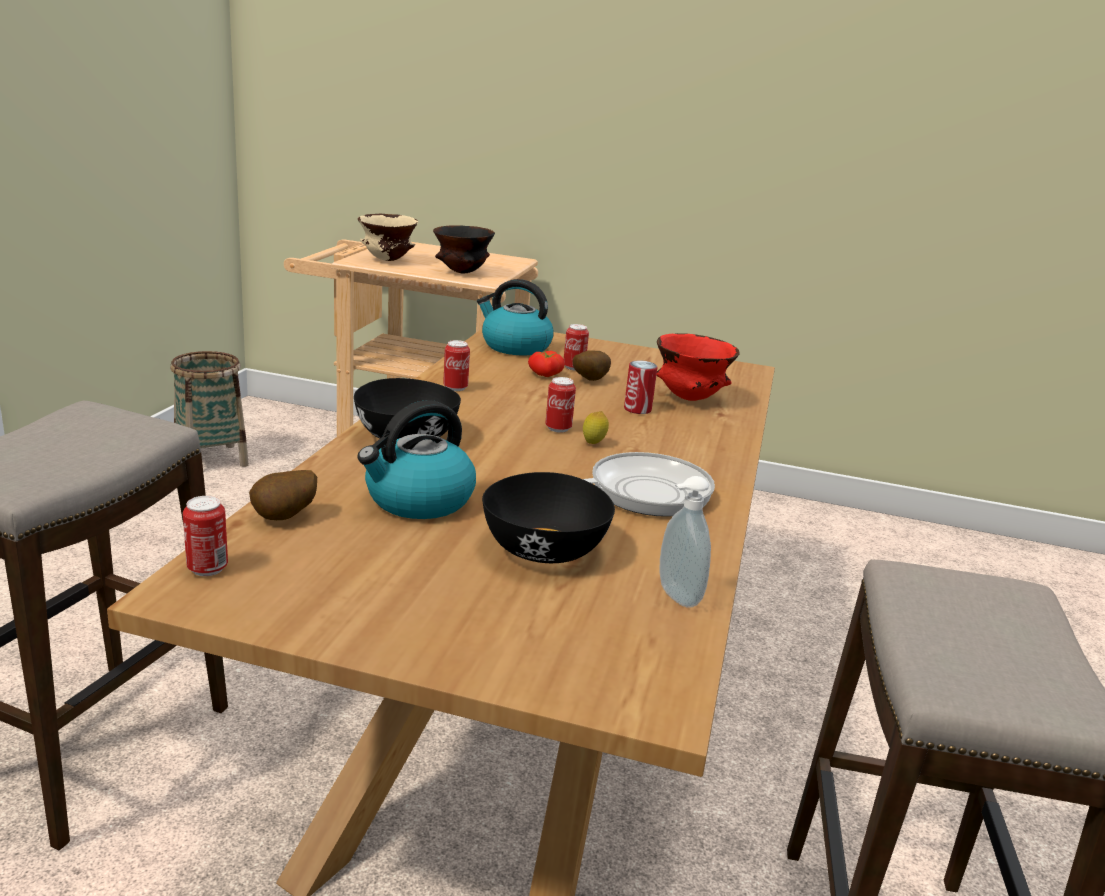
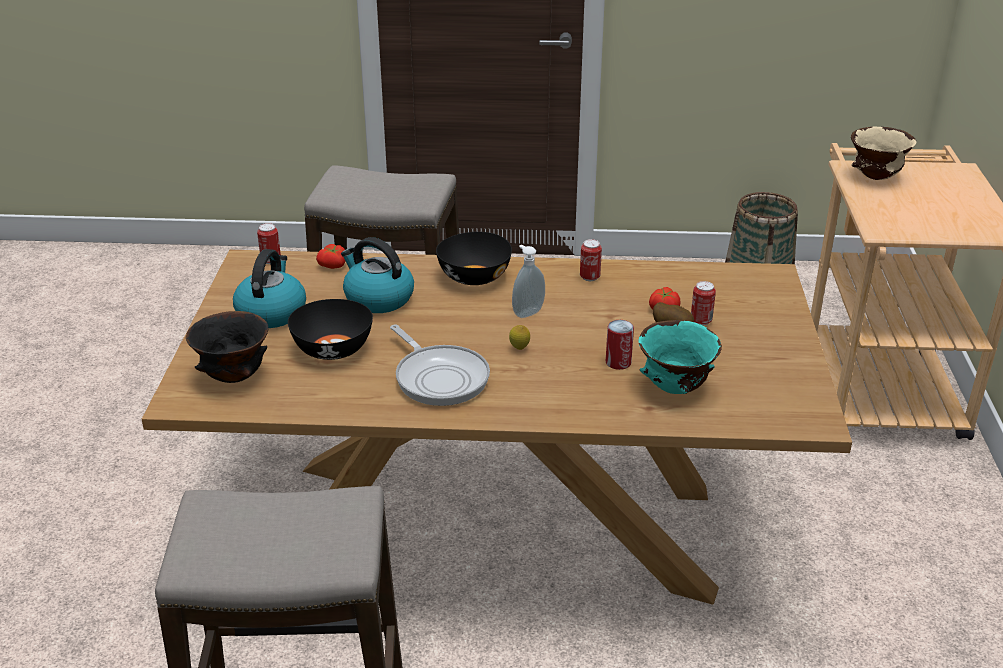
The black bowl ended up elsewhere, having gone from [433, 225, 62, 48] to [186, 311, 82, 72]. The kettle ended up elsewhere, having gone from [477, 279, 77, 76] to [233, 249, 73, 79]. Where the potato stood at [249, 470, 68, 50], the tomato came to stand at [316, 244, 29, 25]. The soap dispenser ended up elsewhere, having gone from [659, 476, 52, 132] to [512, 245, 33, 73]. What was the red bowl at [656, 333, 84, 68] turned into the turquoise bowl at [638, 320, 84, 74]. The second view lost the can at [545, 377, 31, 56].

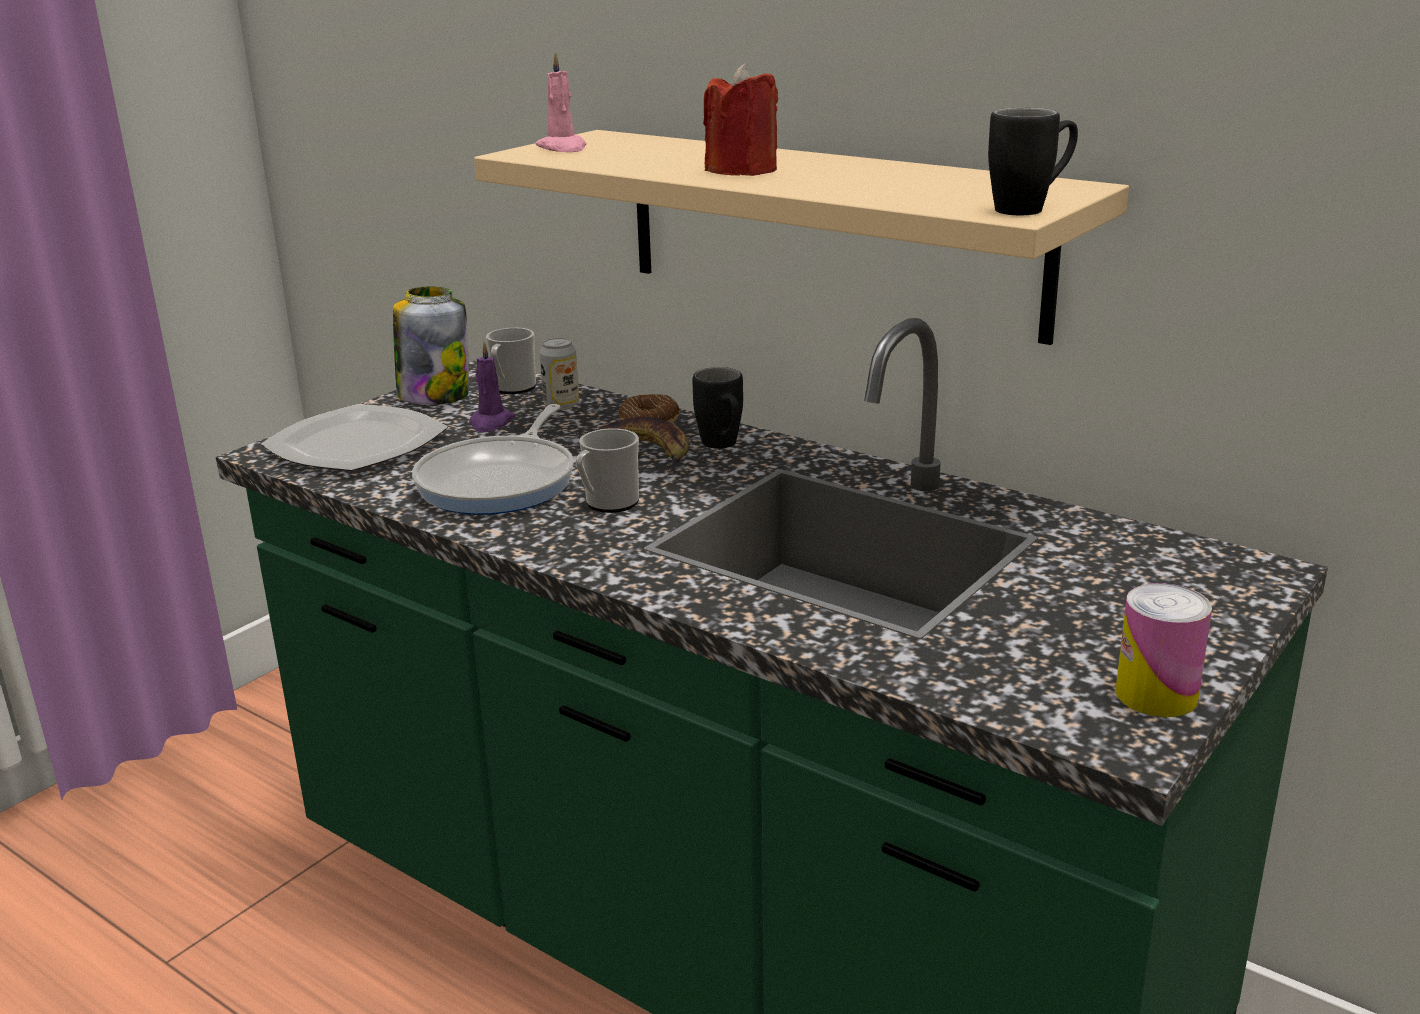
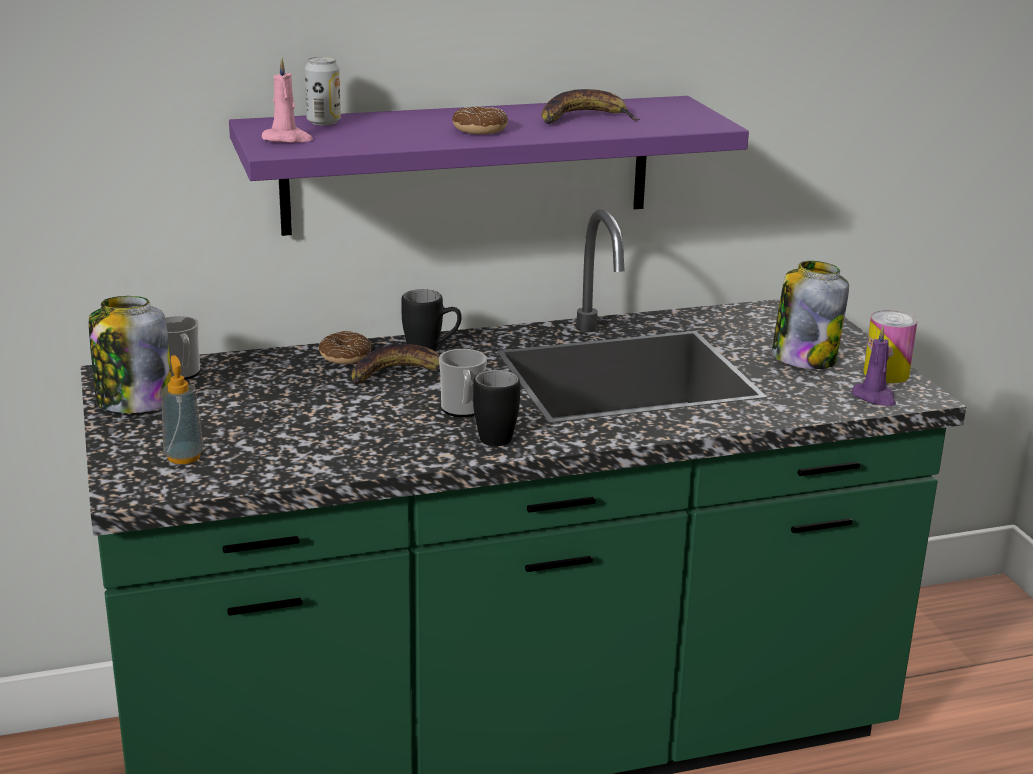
Where the plate stood at [261, 404, 187, 67], the soap dispenser came to stand at [161, 355, 43, 109]. What was the beige shelf at [474, 130, 655, 215] turned into the purple shelf at [229, 96, 520, 140]. The can ended up elsewhere, having gone from [539, 338, 40, 72] to [305, 56, 36, 69]. Where the red candle stood at [703, 63, 75, 113], the donut came to stand at [452, 107, 56, 27]. The black mug ended up elsewhere, having gone from [988, 107, 90, 108] to [473, 370, 47, 76]. The second view gained the banana at [541, 89, 99, 35]. The second view gained the jar at [772, 261, 77, 108]. The purple candle ended up elsewhere, having gone from [469, 342, 46, 90] to [852, 326, 44, 80]. The second view lost the frying pan at [412, 404, 162, 111].

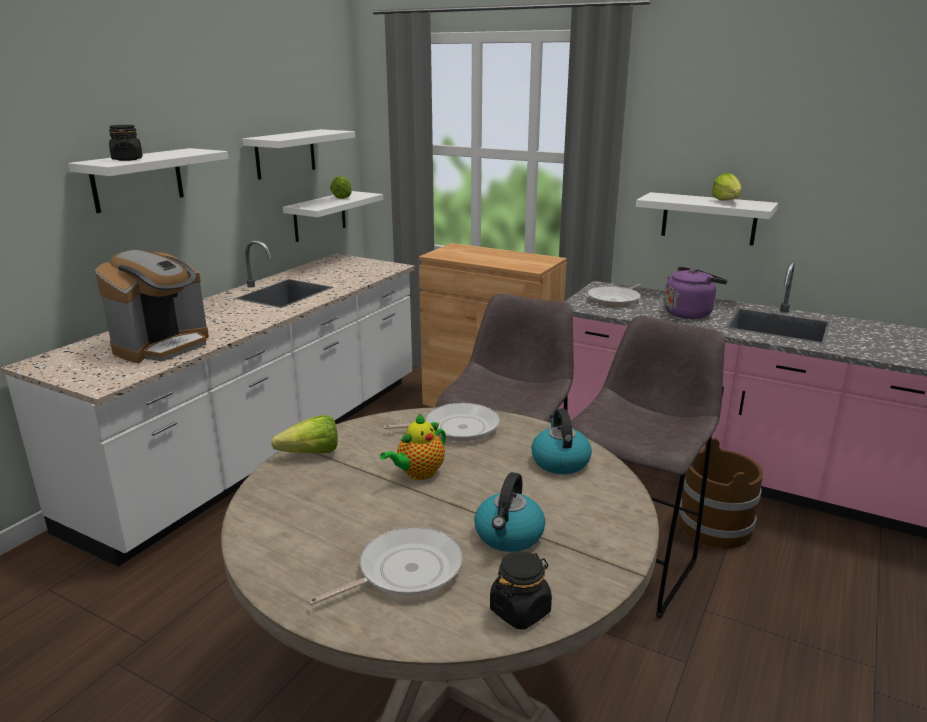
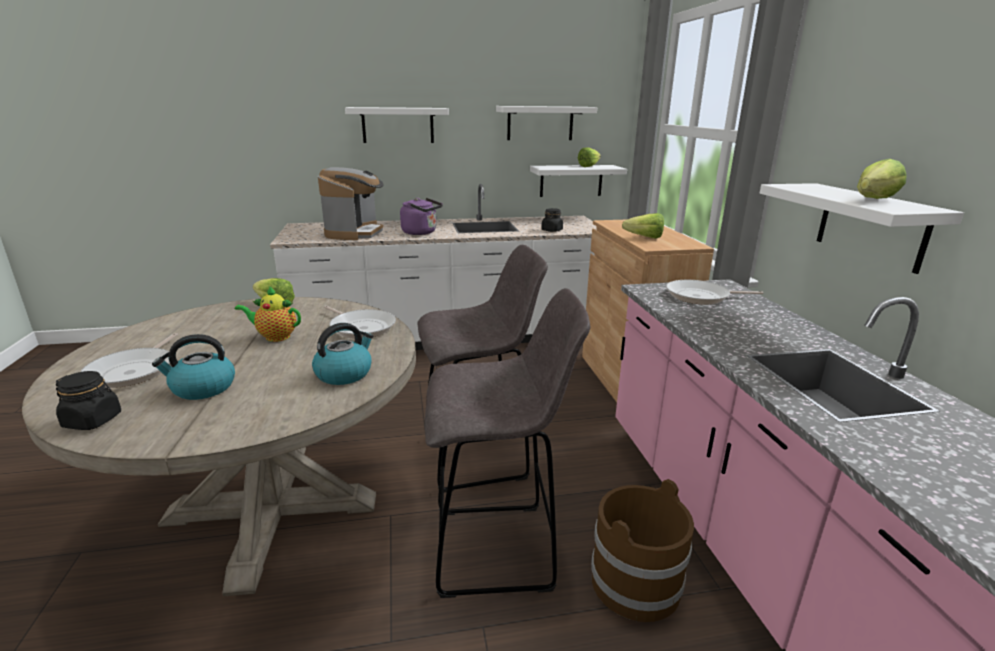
The frying pan at [308, 527, 155, 79] ended up facing another way, 75 degrees clockwise from before. The coffee machine at [95, 250, 114, 113] ended up facing another way, 75 degrees counterclockwise from before. The purple kettle ended up elsewhere, having gone from [664, 267, 64, 52] to [400, 198, 43, 37]. The black jar ended up elsewhere, having gone from [109, 125, 34, 36] to [541, 208, 22, 24]. The second view gained the lettuce at [622, 213, 42, 26].

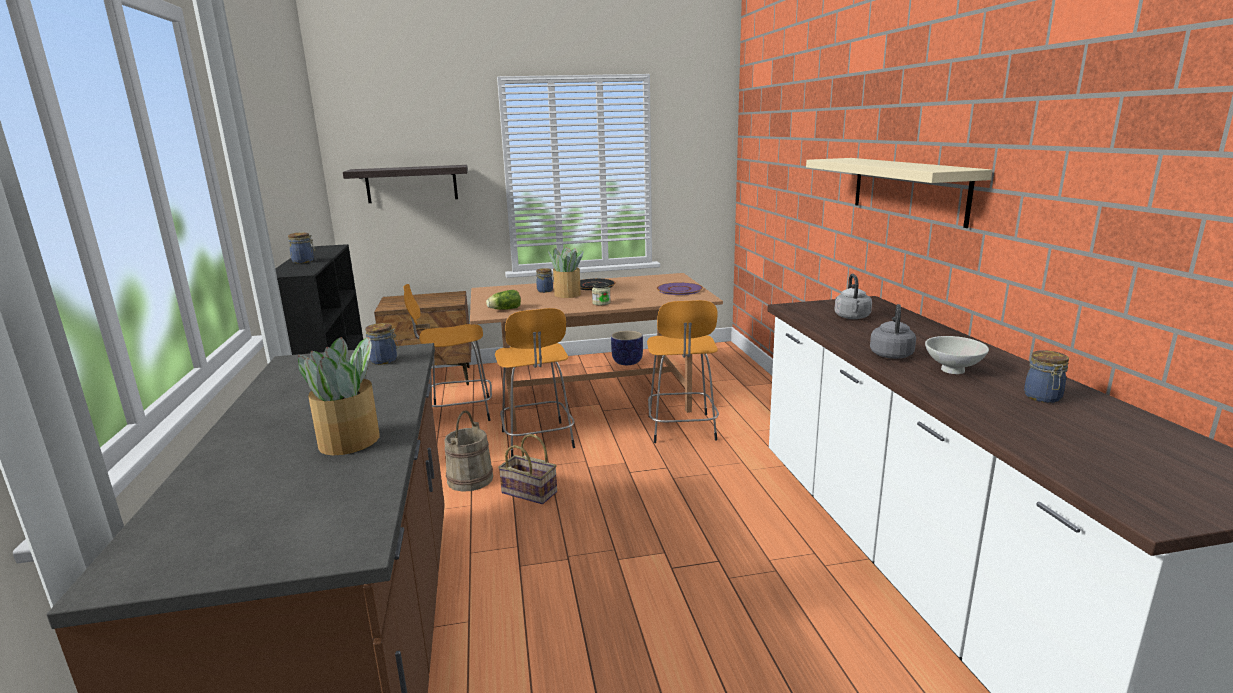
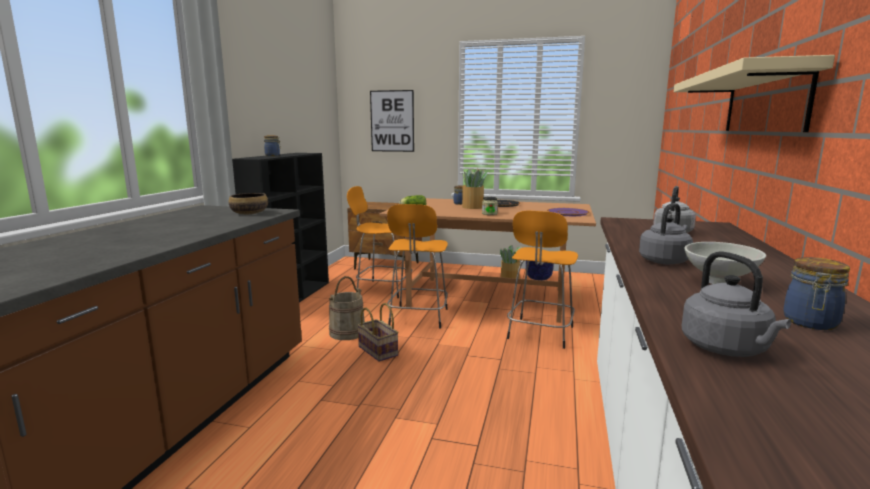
Where the jar stood at [365, 323, 34, 42], the bowl came to stand at [229, 193, 39, 21]. Where the shelf hung at [343, 165, 125, 38], the picture came to hang at [370, 90, 44, 62]. The potted plant ended up elsewhere, having gone from [298, 337, 81, 118] to [500, 245, 22, 34]. The second view gained the grey kettle at [682, 251, 109, 106].

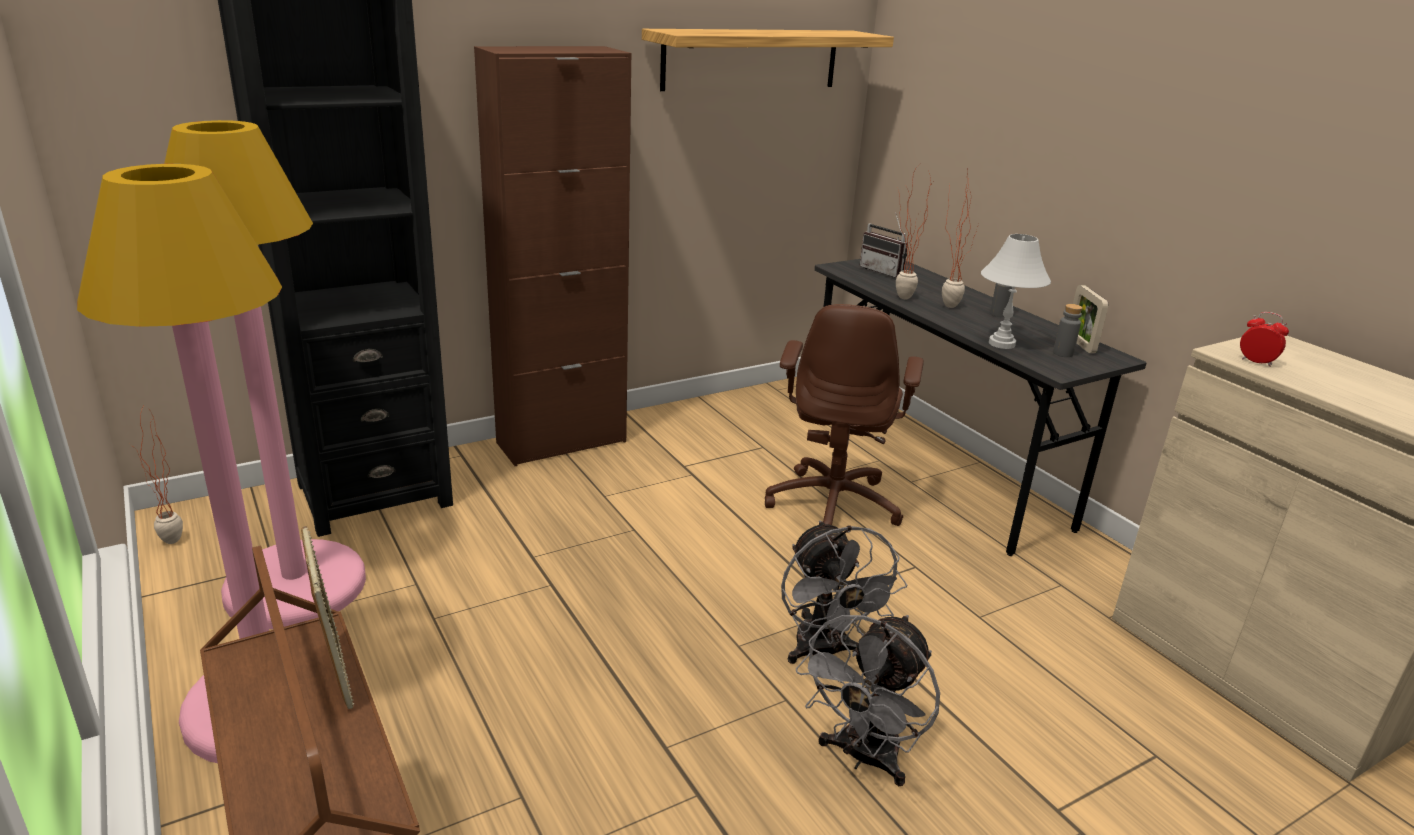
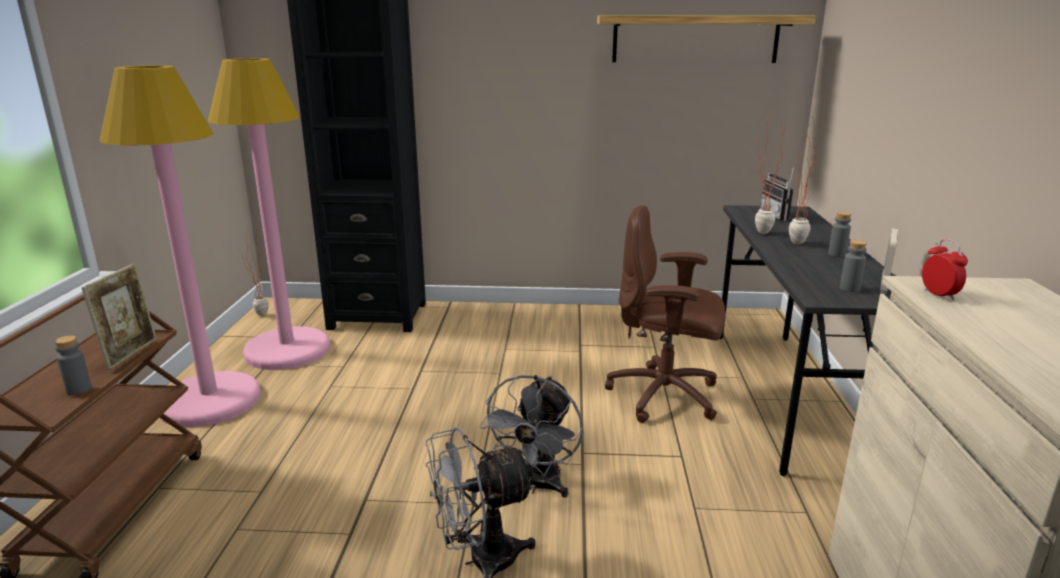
The second view gained the grey bottle at [55, 335, 37, 60]. The brown office chair at [765, 304, 159, 222] ended up facing another way, 60 degrees clockwise from before. The second view lost the brown cabinet at [474, 46, 157, 420]. The second view lost the white table lamp at [981, 234, 70, 115].

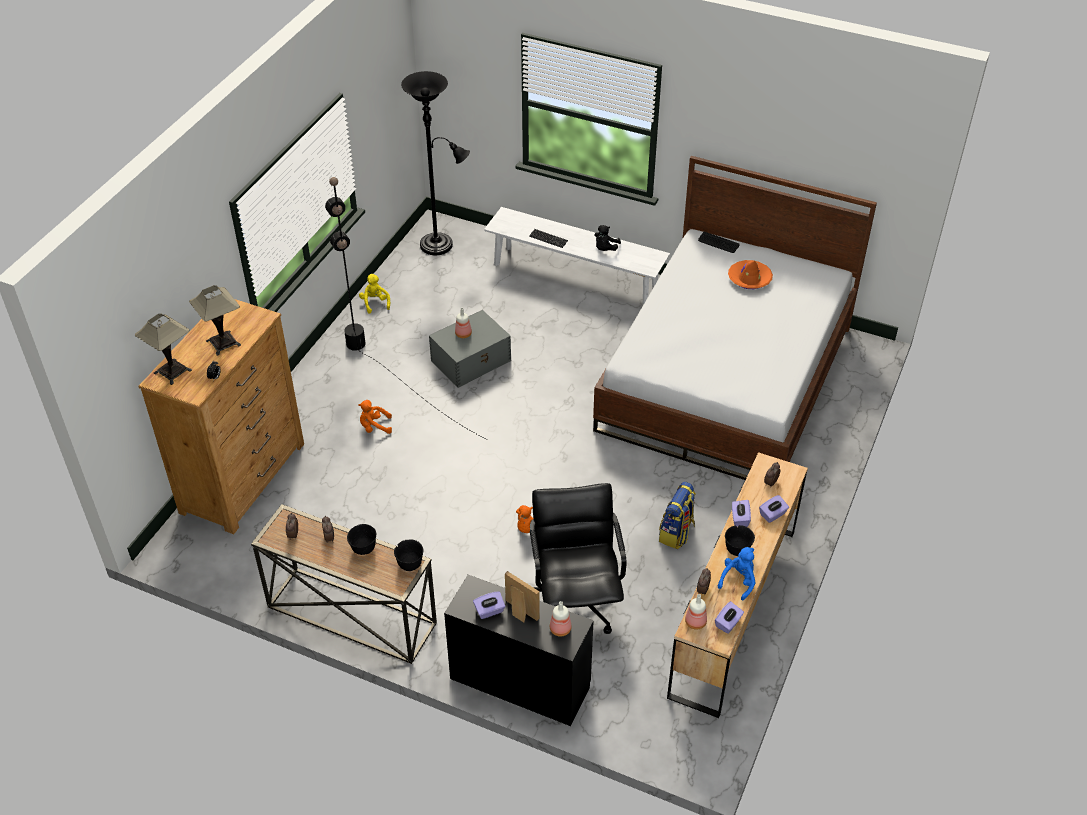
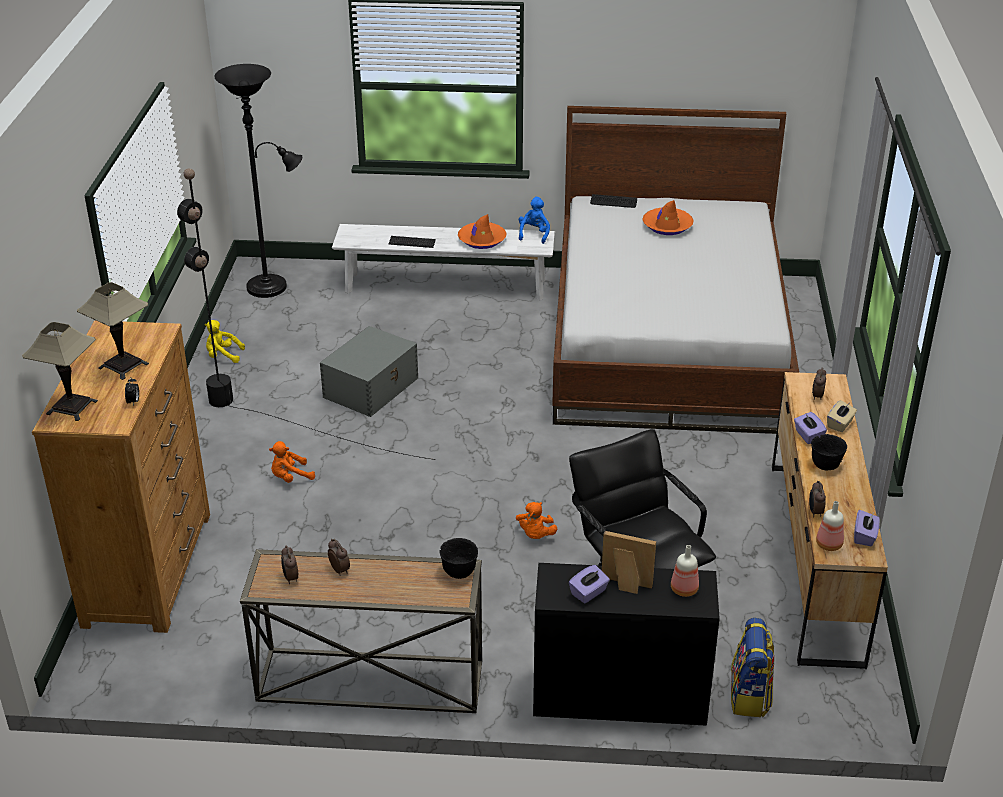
The yellow plush toy at [359, 274, 31, 40] ended up facing another way, 45 degrees counterclockwise from before. Where the black plush toy stood at [594, 225, 27, 26], the orange hat came to stand at [458, 214, 49, 35]. The blue plush toy ended up elsewhere, having gone from [718, 547, 38, 54] to [519, 197, 31, 47]. The backpack ended up elsewhere, having gone from [659, 482, 37, 67] to [731, 618, 43, 99]. What was the purple tissue box at [759, 495, 30, 28] turned into the beige tissue box at [827, 400, 30, 32]. The second view lost the black bowl at [347, 524, 29, 31]. The second view lost the bottle at [455, 308, 17, 30].

